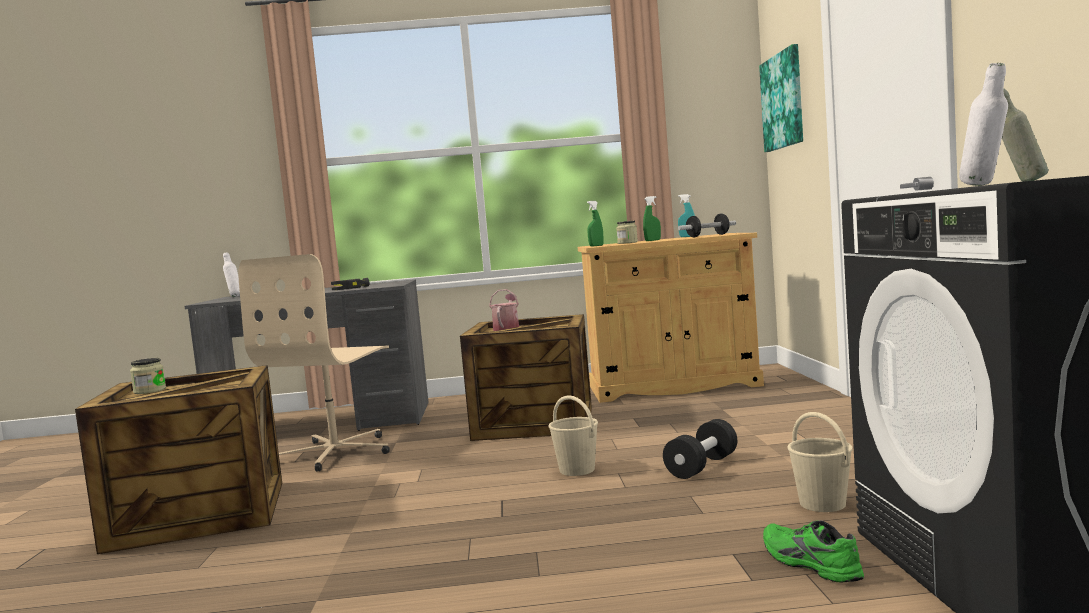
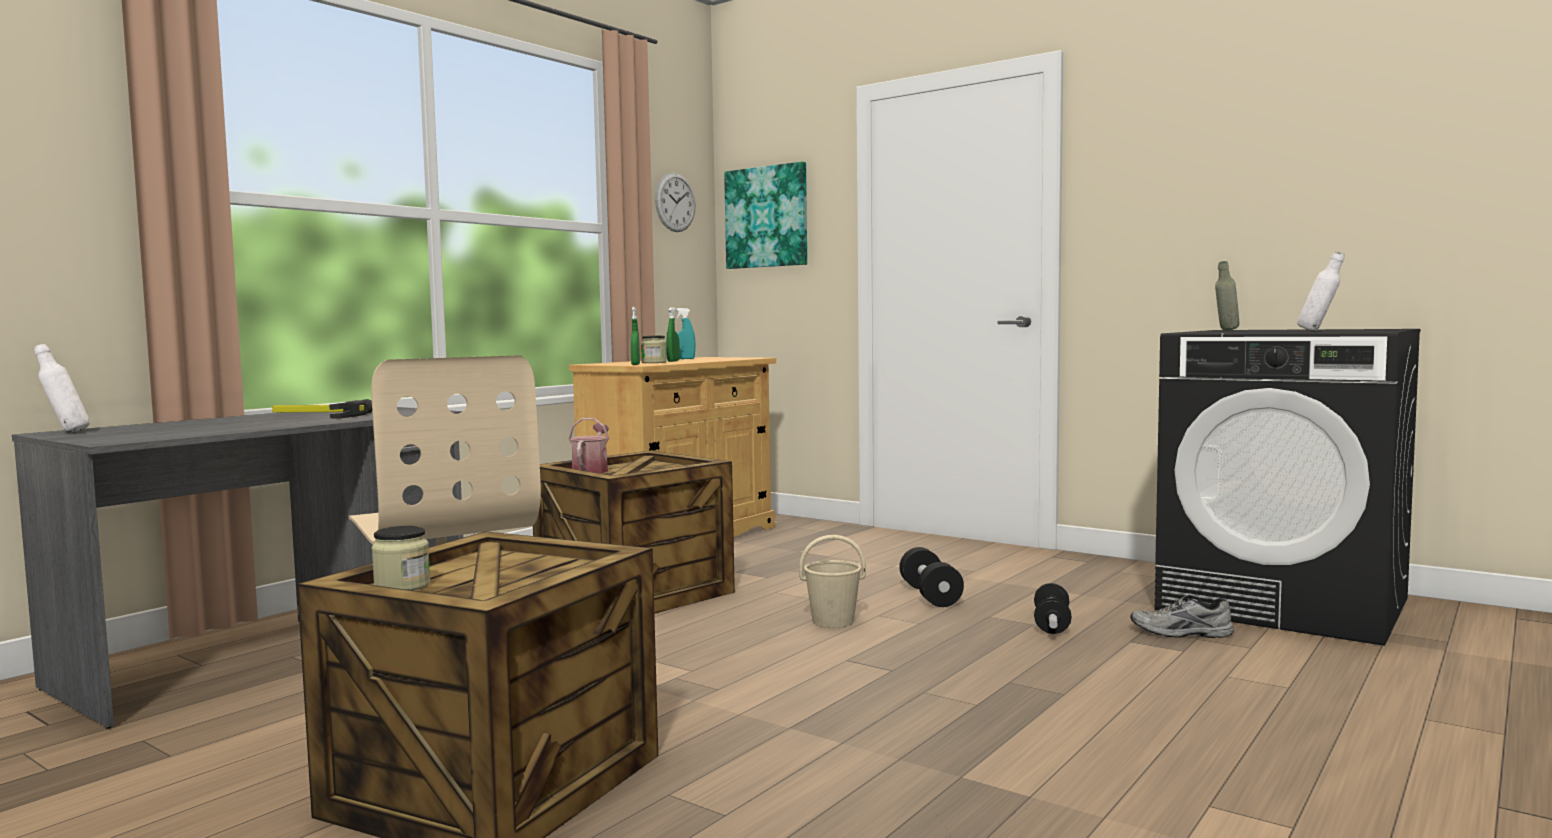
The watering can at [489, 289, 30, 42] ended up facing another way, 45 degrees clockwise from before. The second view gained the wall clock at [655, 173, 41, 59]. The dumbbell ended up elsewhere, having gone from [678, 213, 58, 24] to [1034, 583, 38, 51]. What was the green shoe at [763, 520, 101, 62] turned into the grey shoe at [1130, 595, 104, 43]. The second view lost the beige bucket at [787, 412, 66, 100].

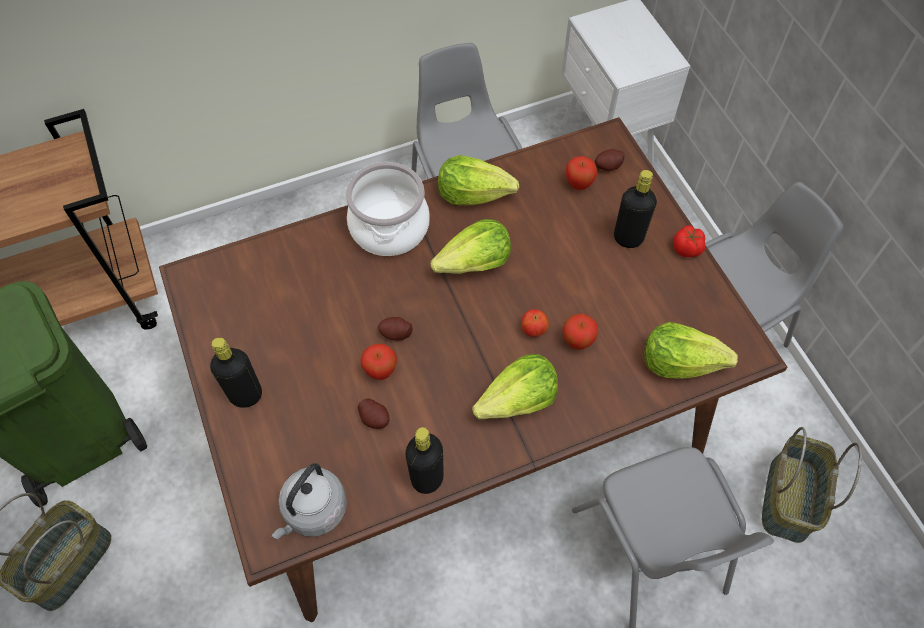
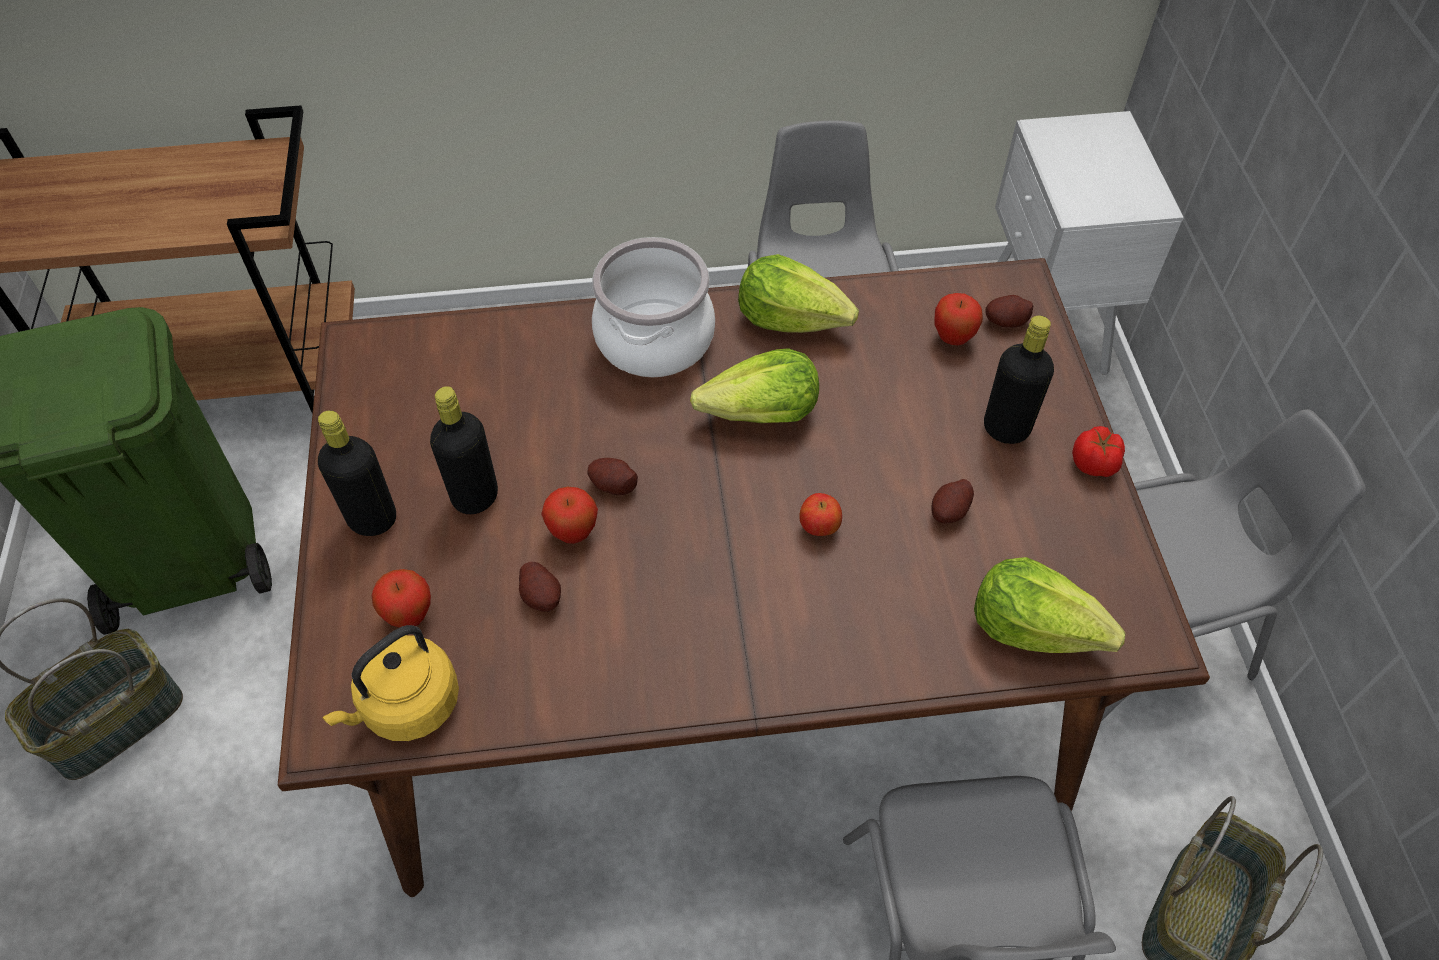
What was the grey kettle at [271, 463, 76, 76] turned into the yellow kettle at [322, 625, 137, 116]. The apple ended up elsewhere, having gone from [562, 313, 37, 37] to [371, 569, 60, 59]. The black bottle ended up elsewhere, having gone from [406, 427, 38, 67] to [430, 386, 68, 128]. The second view gained the potato at [931, 479, 43, 45]. The second view lost the lettuce at [472, 354, 86, 65].

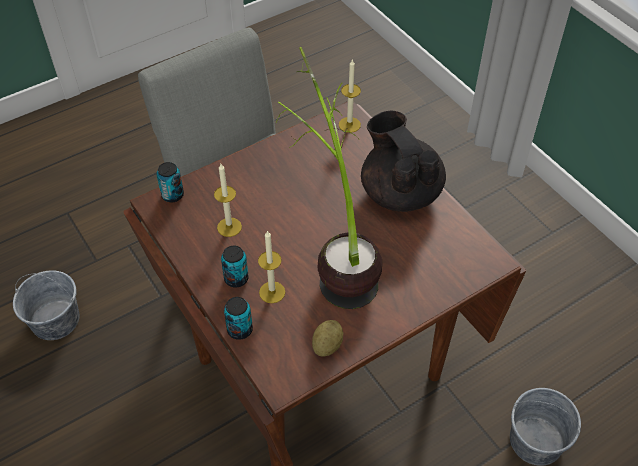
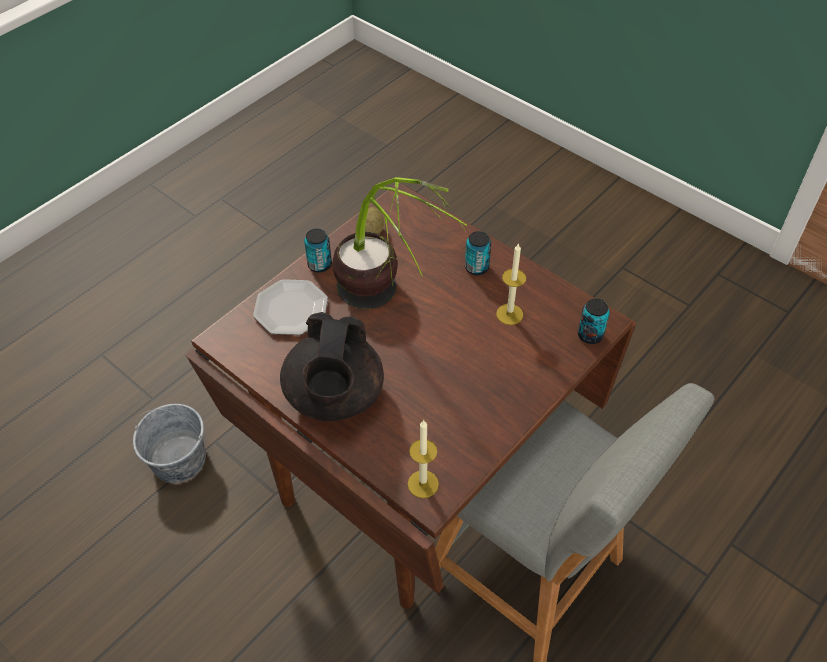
The second view gained the plate at [253, 279, 75, 56]. The black teapot at [361, 111, 85, 101] ended up facing another way, 45 degrees clockwise from before. The can ended up elsewhere, having gone from [224, 297, 29, 43] to [304, 229, 28, 44]. The second view lost the grey bucket at [13, 270, 67, 70]. The second view lost the candle at [258, 230, 27, 73].

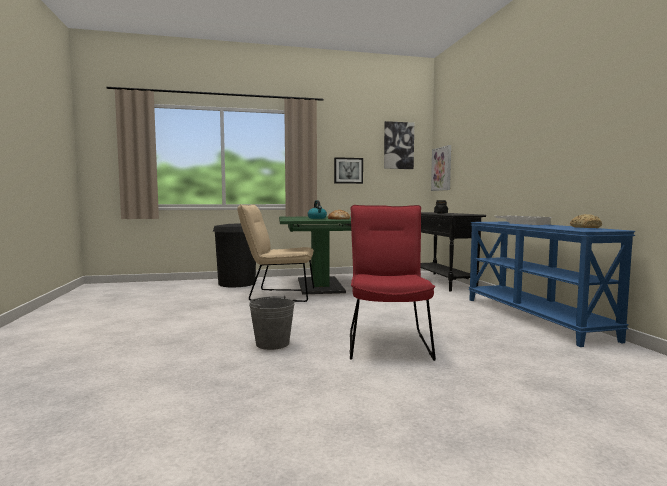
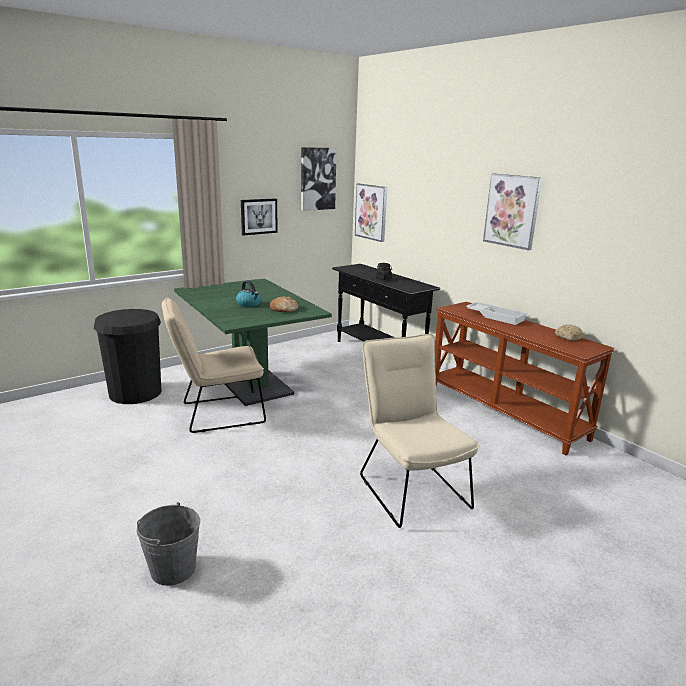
The grey bucket ended up elsewhere, having gone from [249, 296, 46, 54] to [137, 502, 63, 84]. What was the red chair at [350, 205, 86, 156] turned into the beige chair at [360, 334, 119, 194]. What was the blue console table at [469, 222, 167, 125] turned into the brown console table at [435, 302, 180, 154]. The second view gained the picture at [483, 174, 59, 76].

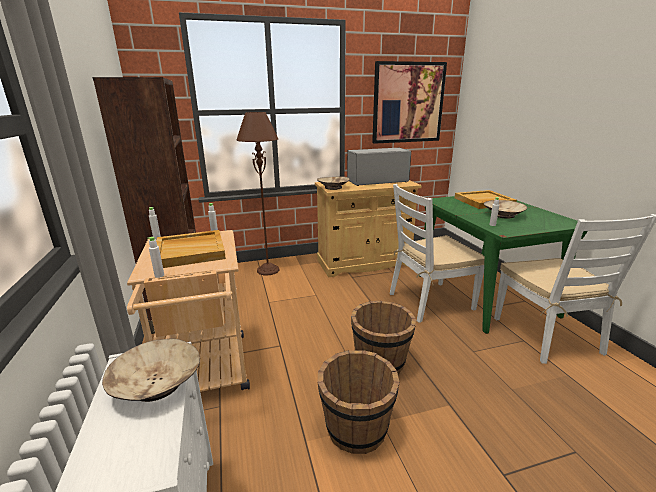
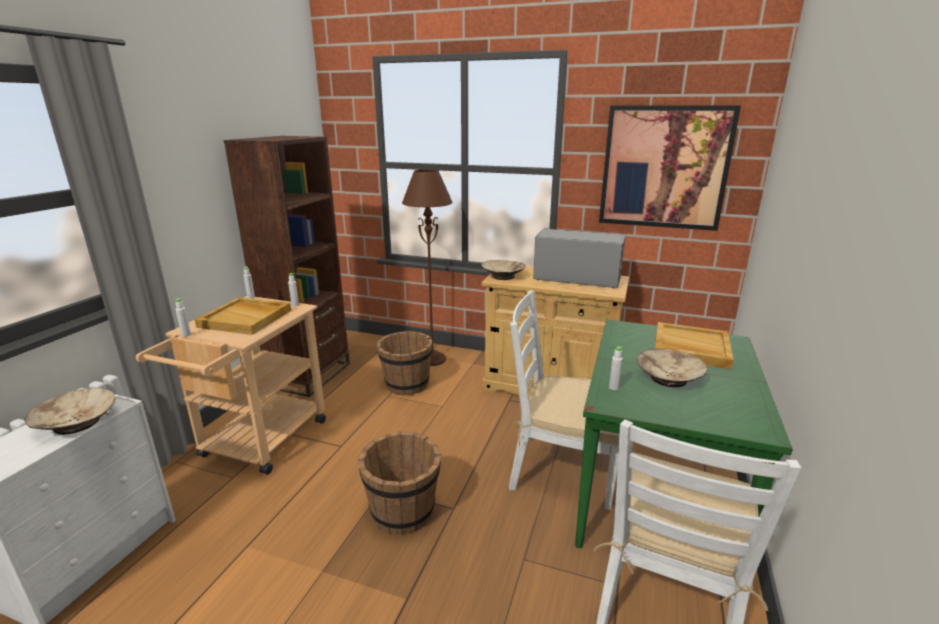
The brown bucket ended up elsewhere, having gone from [317, 350, 83, 104] to [377, 331, 55, 65].

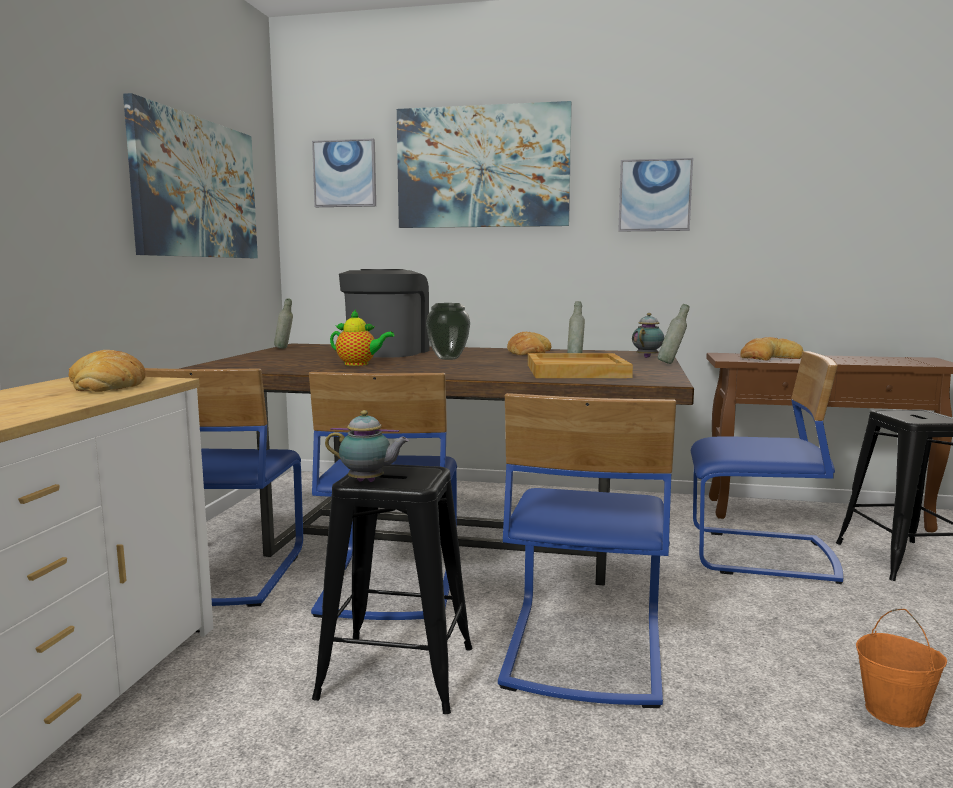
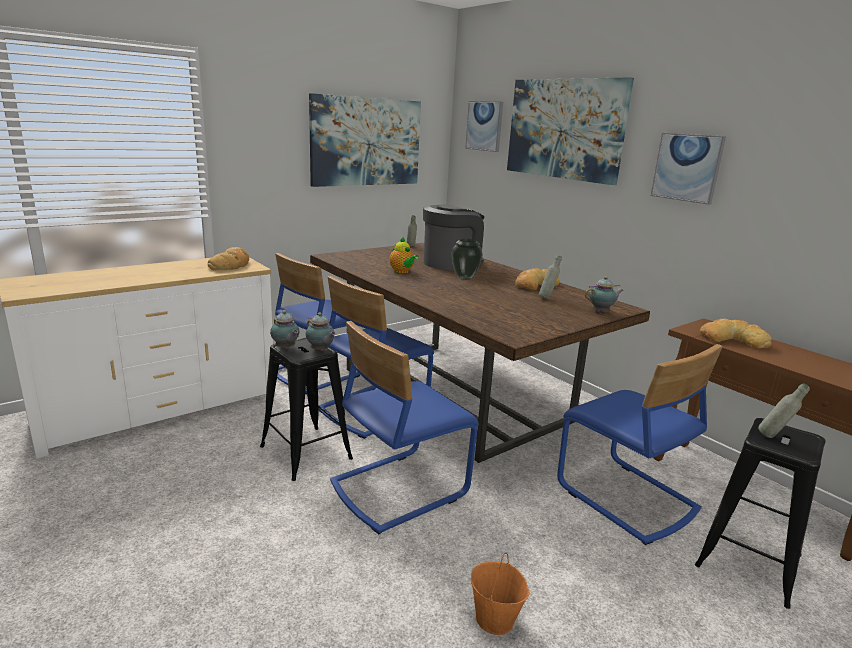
The second view gained the teapot at [306, 313, 30, 38]. The grey bottle ended up elsewhere, having gone from [658, 304, 31, 60] to [758, 383, 52, 55]. The second view lost the beige tray at [528, 353, 105, 25].

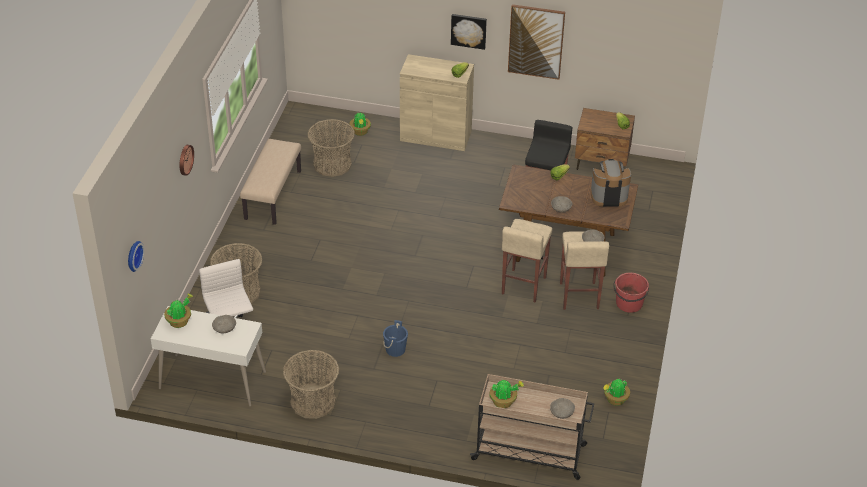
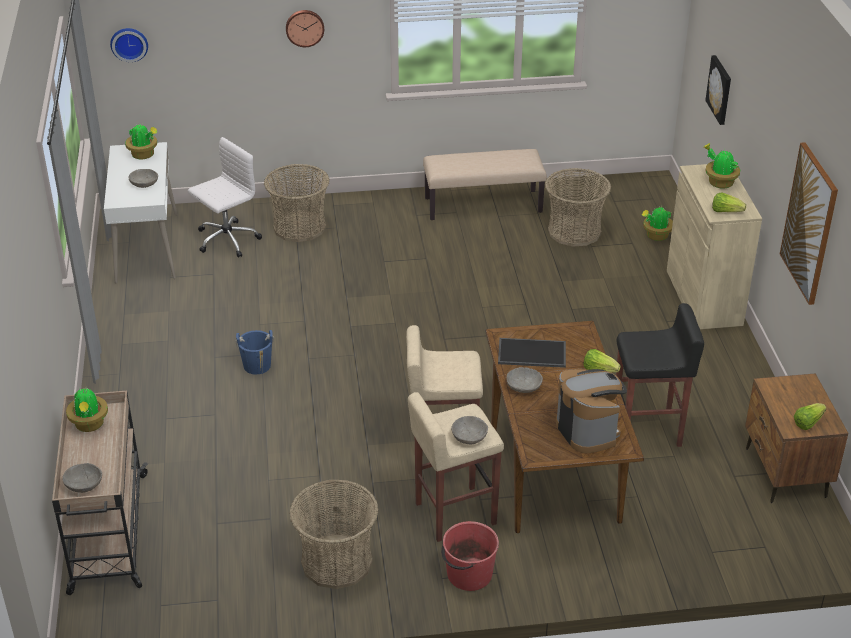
The basket ended up elsewhere, having gone from [283, 350, 56, 69] to [289, 480, 89, 109]. The second view gained the tray at [498, 338, 68, 30]. The potted plant ended up elsewhere, having gone from [604, 378, 26, 28] to [703, 143, 37, 46]. The picture ended up elsewhere, having gone from [451, 14, 36, 36] to [705, 55, 26, 70].

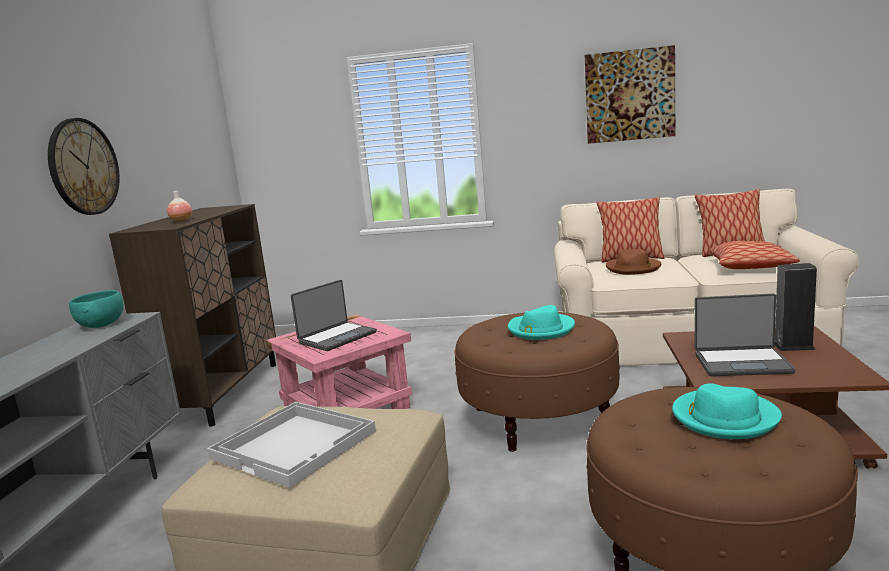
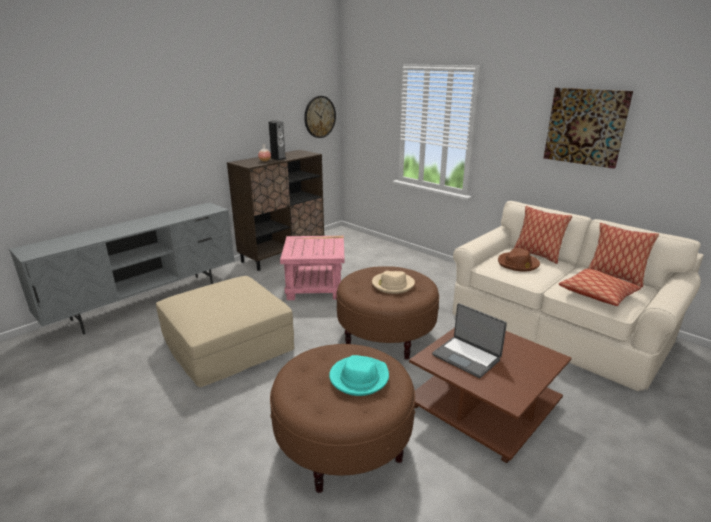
The speaker ended up elsewhere, having gone from [774, 263, 43, 88] to [268, 120, 18, 40]. The wall clock ended up elsewhere, having gone from [48, 118, 72, 97] to [304, 96, 32, 42]. What was the turquoise hat at [508, 305, 67, 35] turned into the beige hat at [372, 271, 43, 23]. The second view lost the turquoise bowl at [69, 290, 55, 38]. The second view lost the white tray at [207, 402, 169, 86]. The second view lost the laptop at [291, 280, 86, 71].

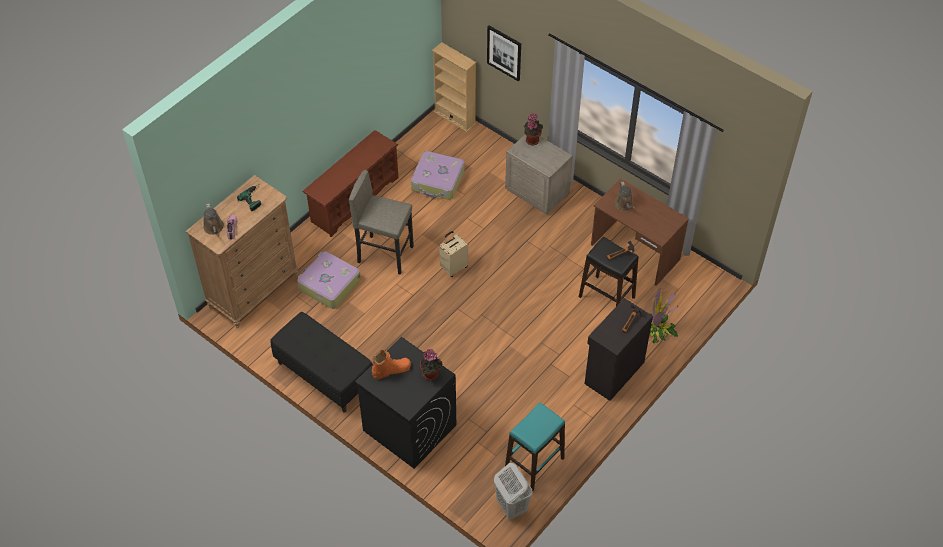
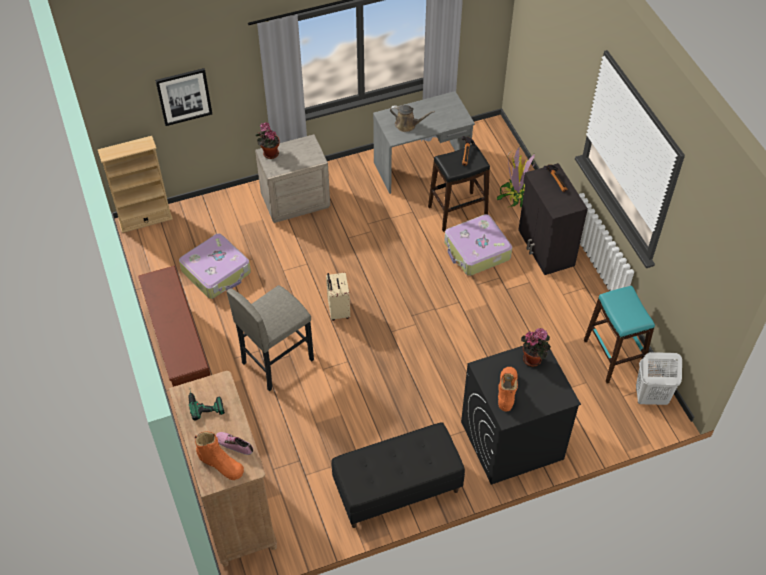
Where the brown watering can stood at [203, 204, 21, 31], the orange boot came to stand at [195, 432, 49, 48]. What was the brown desk at [591, 179, 98, 107] turned into the grey desk at [373, 91, 102, 103]. The suitcase ended up elsewhere, having gone from [297, 251, 63, 58] to [444, 214, 68, 62].

